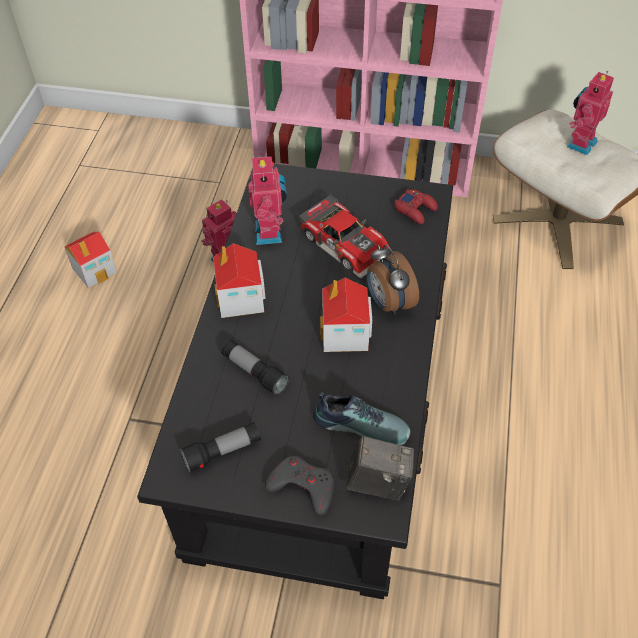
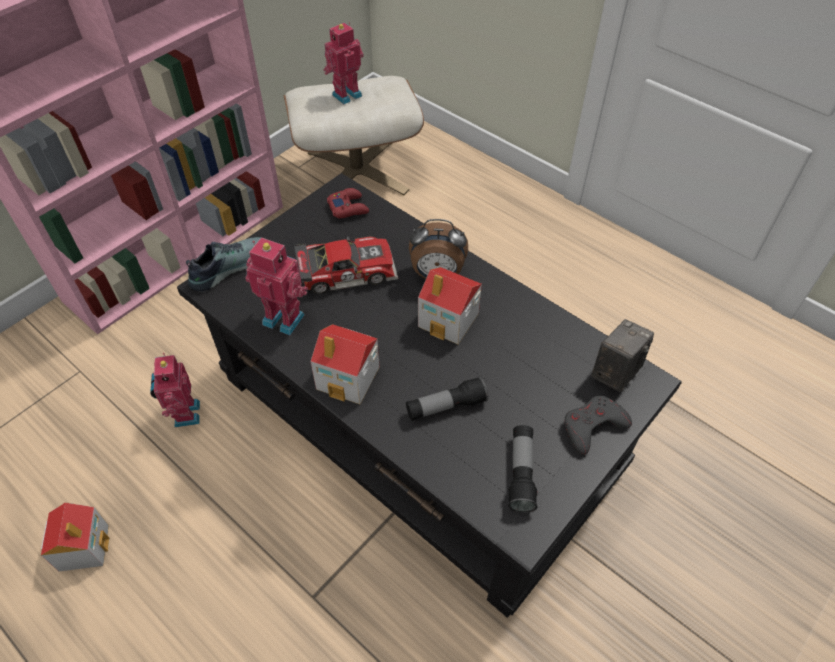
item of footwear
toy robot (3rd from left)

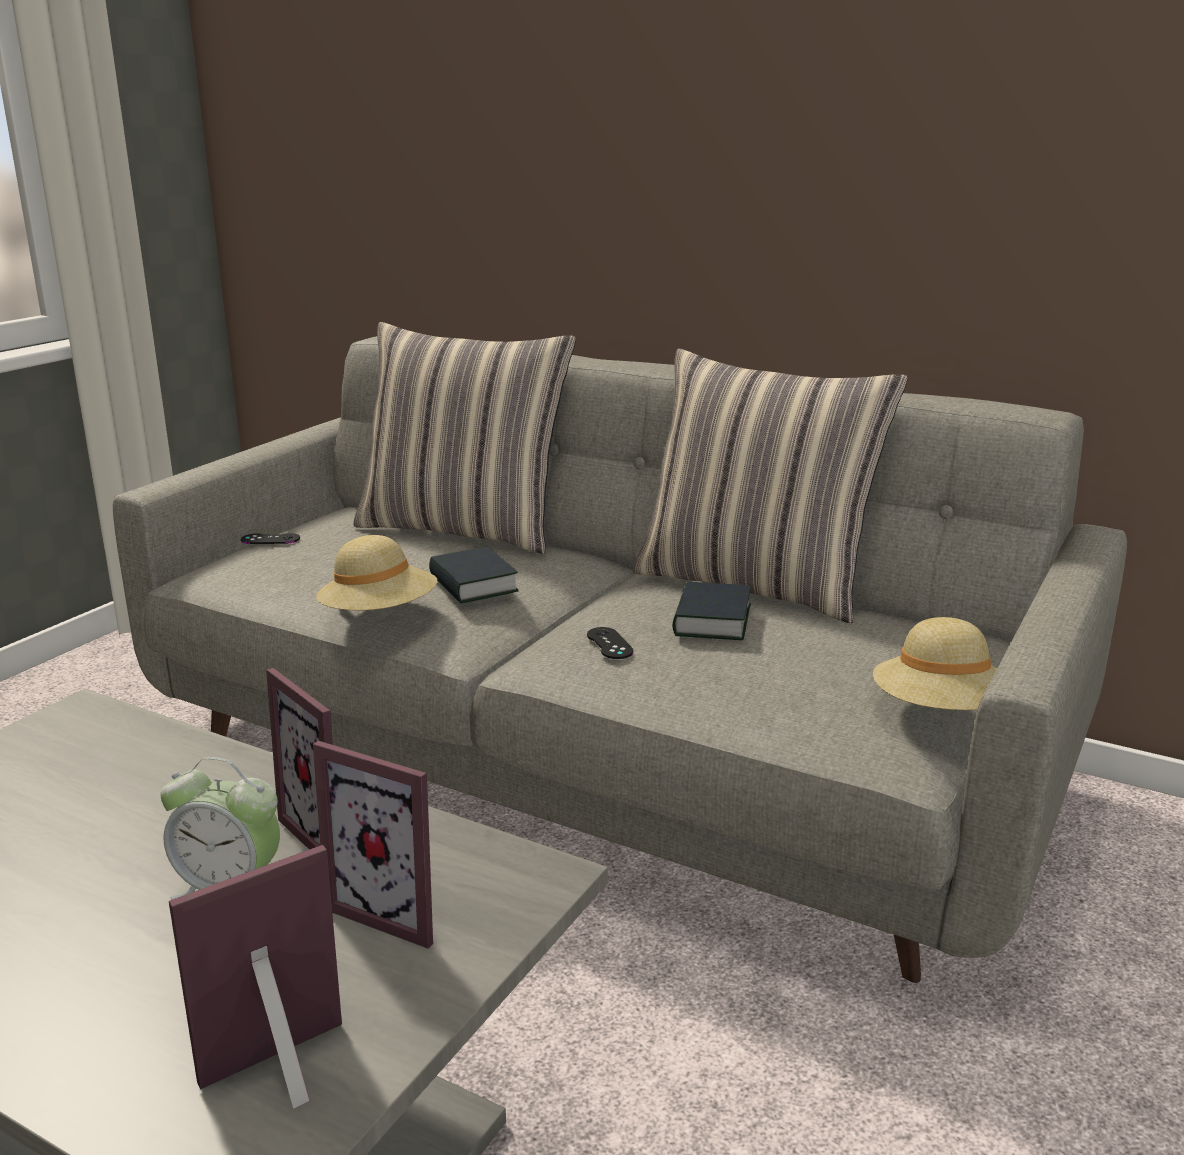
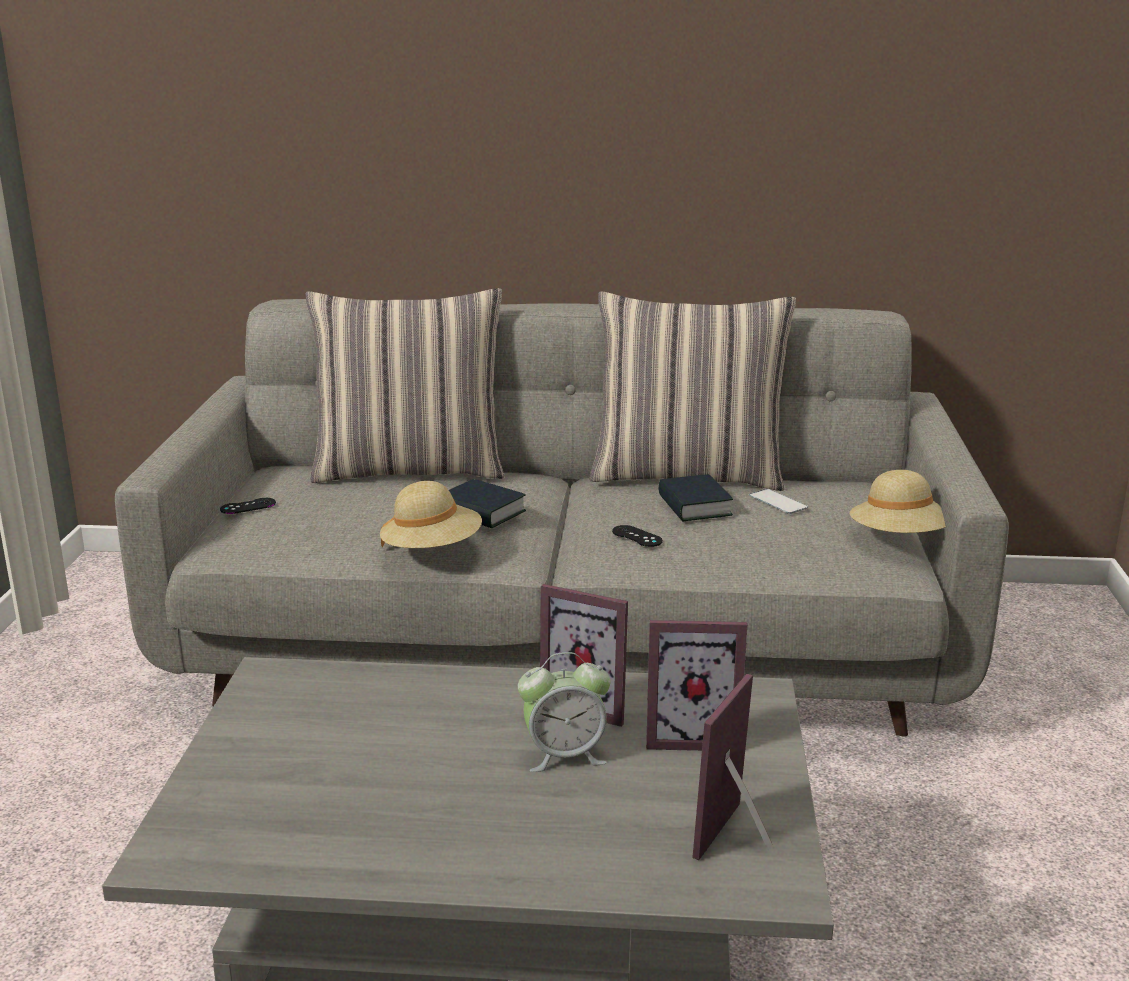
phone

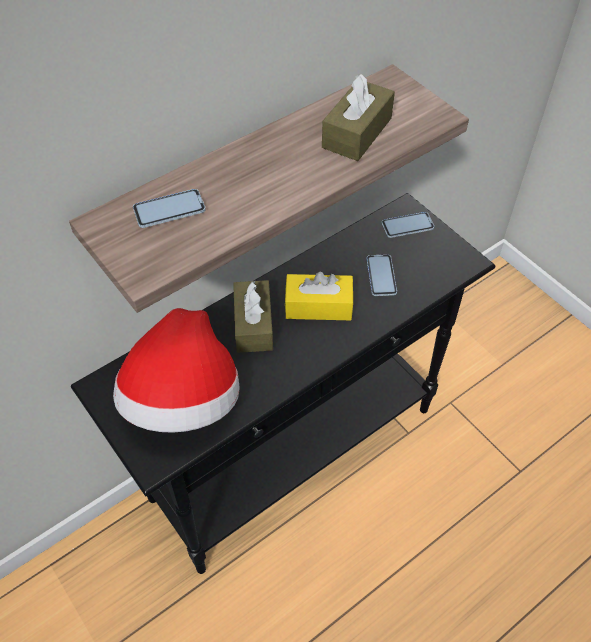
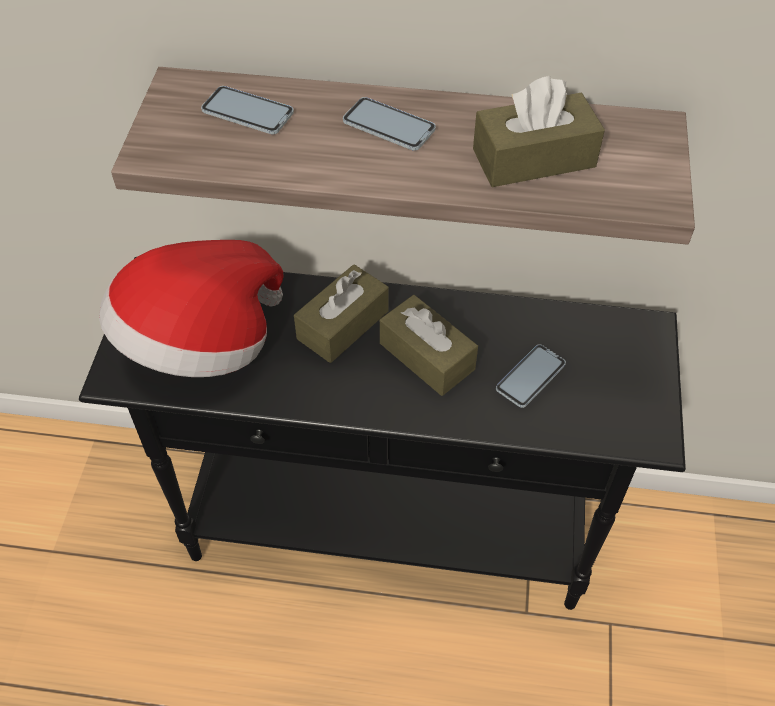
phone (2nd from left)
brown tissue holder (2nd from left)

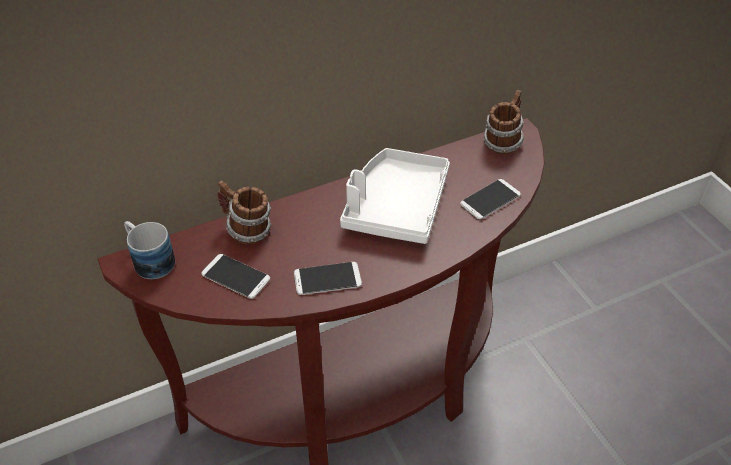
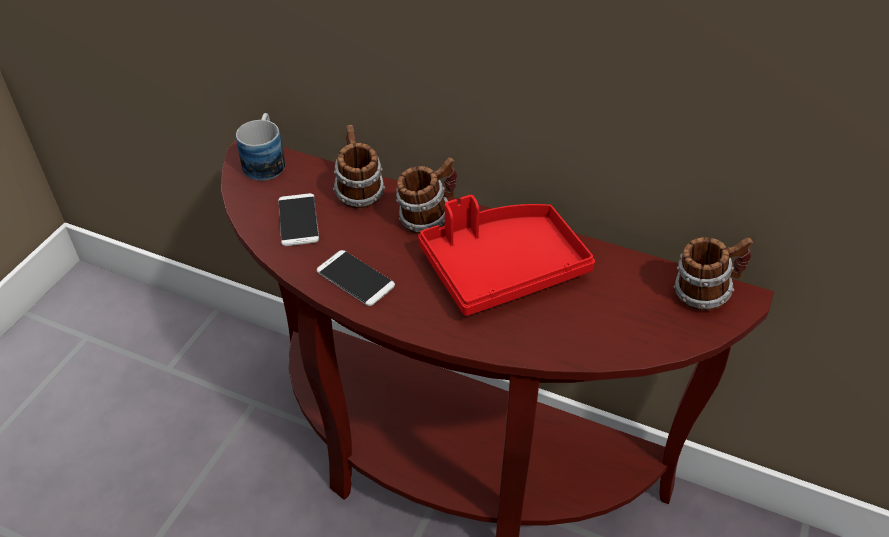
tea mug (3rd from left)
reddish serving tray
phone (3rd from left in the first image)

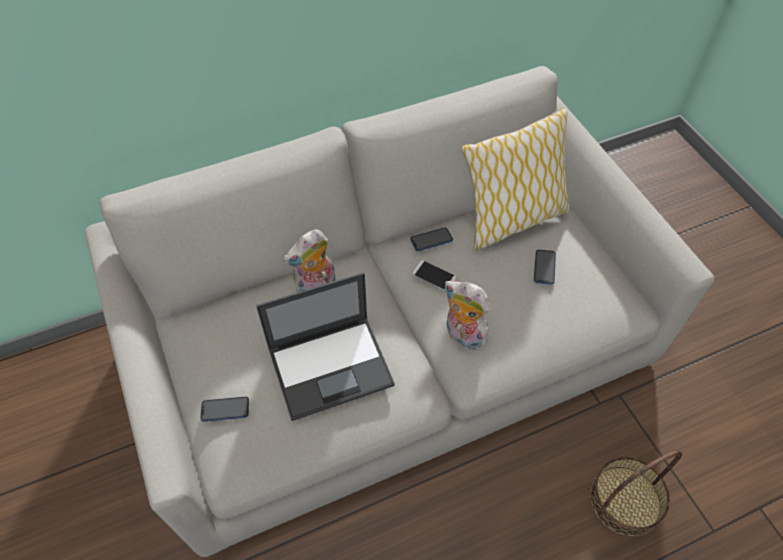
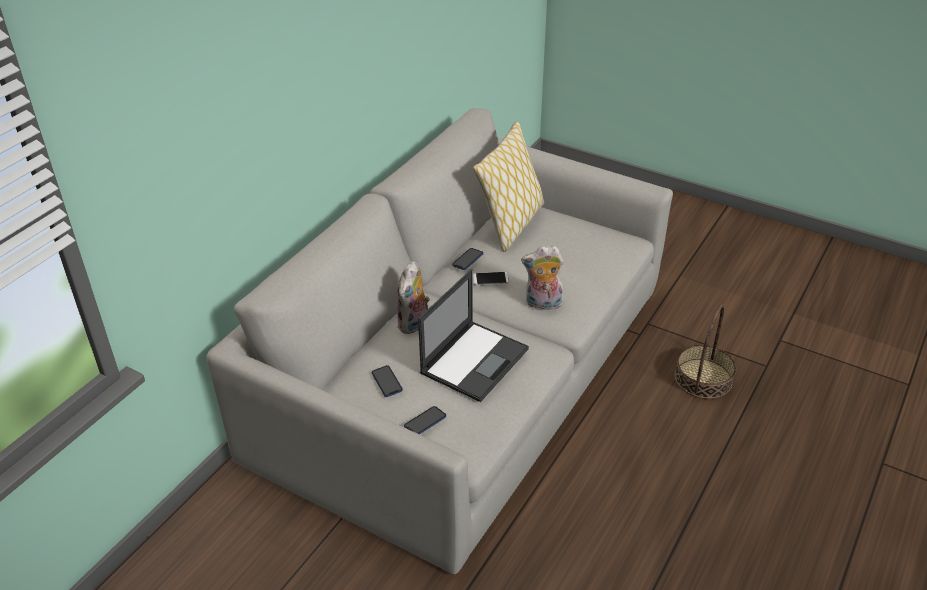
phone (1st from left)

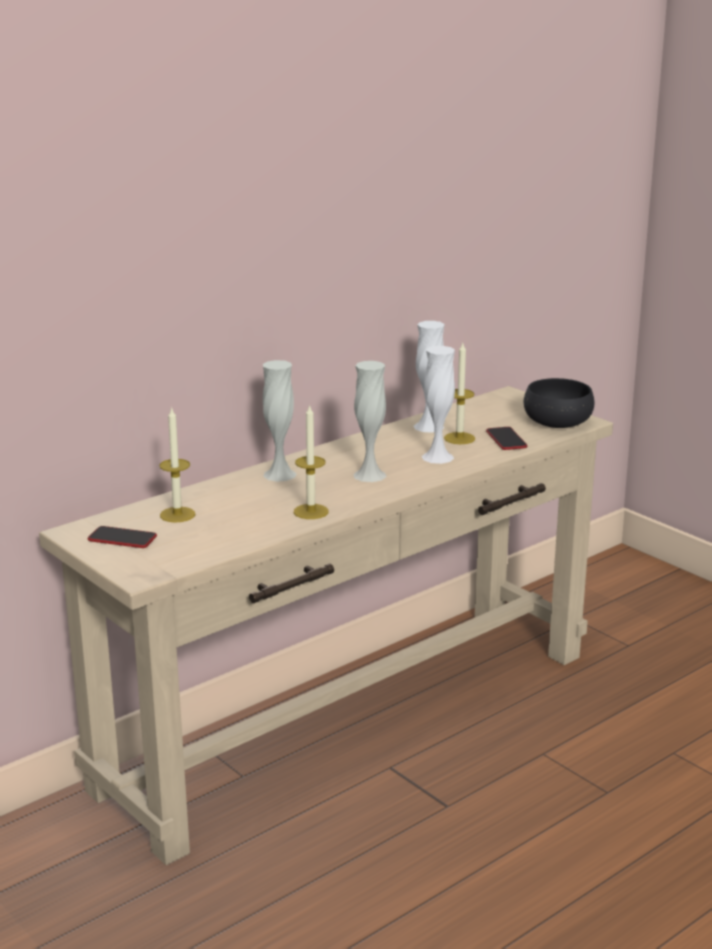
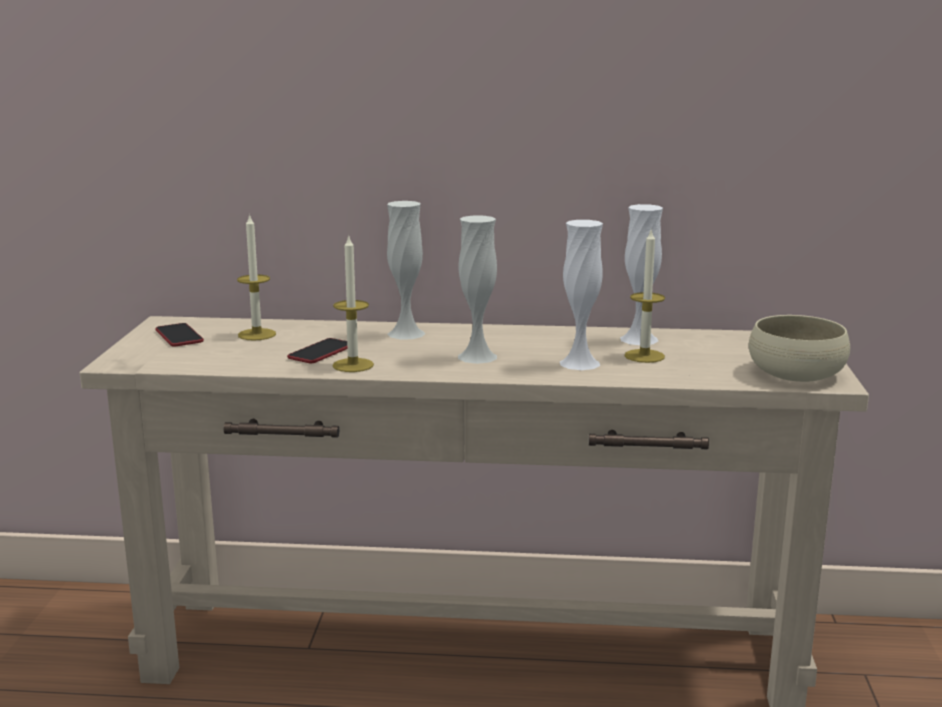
phone (2nd from left)
sand-coloured deep dish

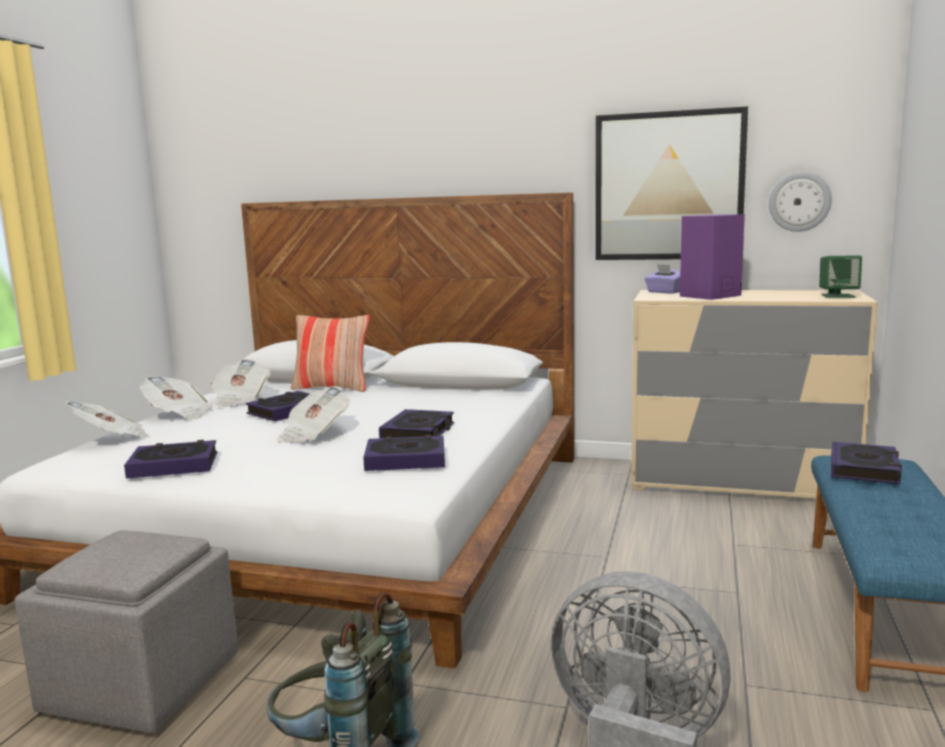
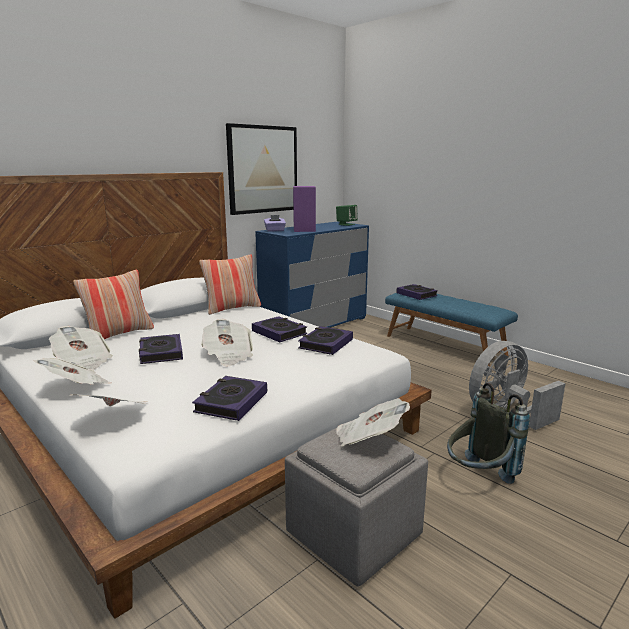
cushion (2nd from left)
bluish dresser
printed paper (5th from left)
wall clock

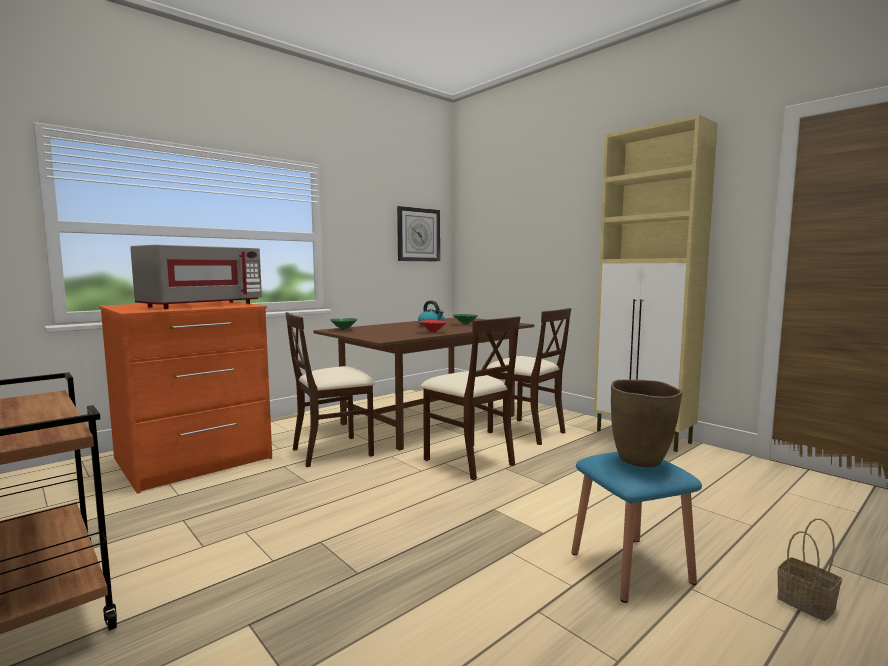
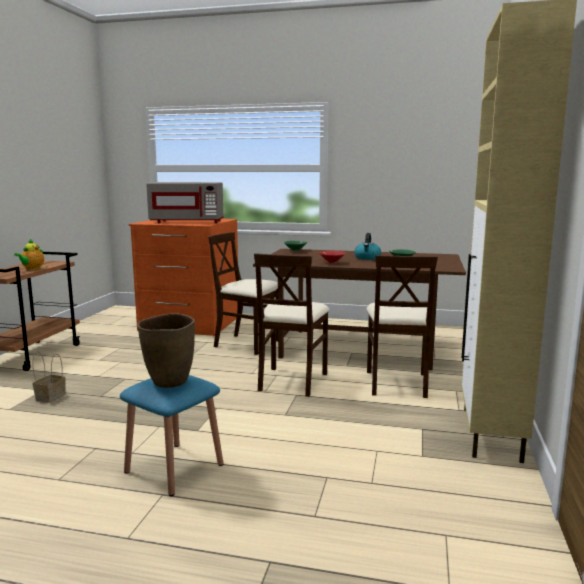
pot for tea
household basket
wall clock

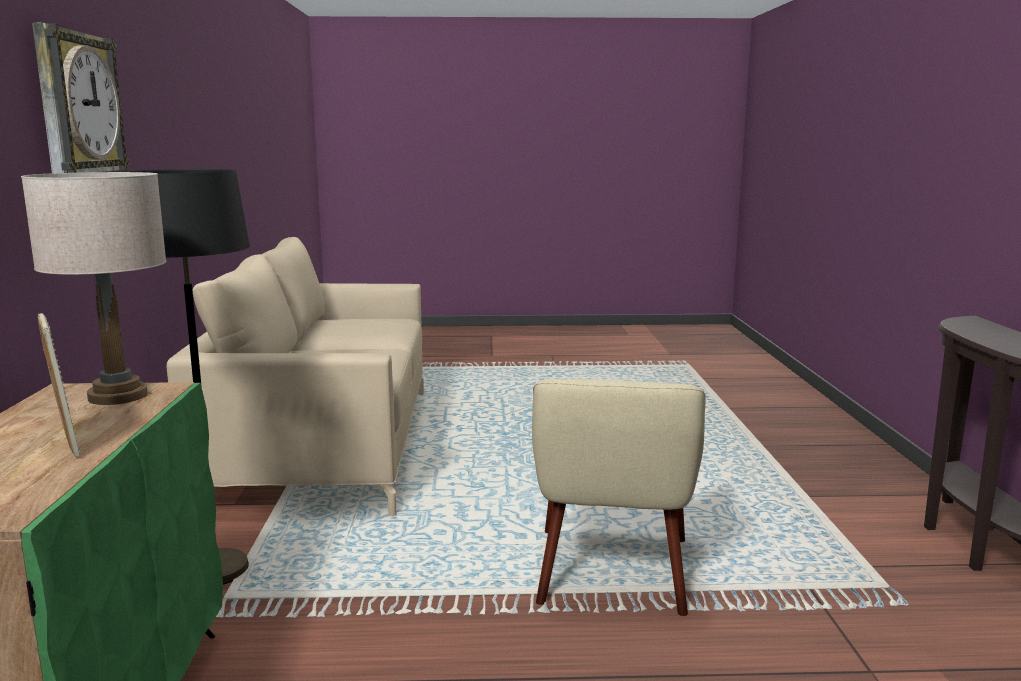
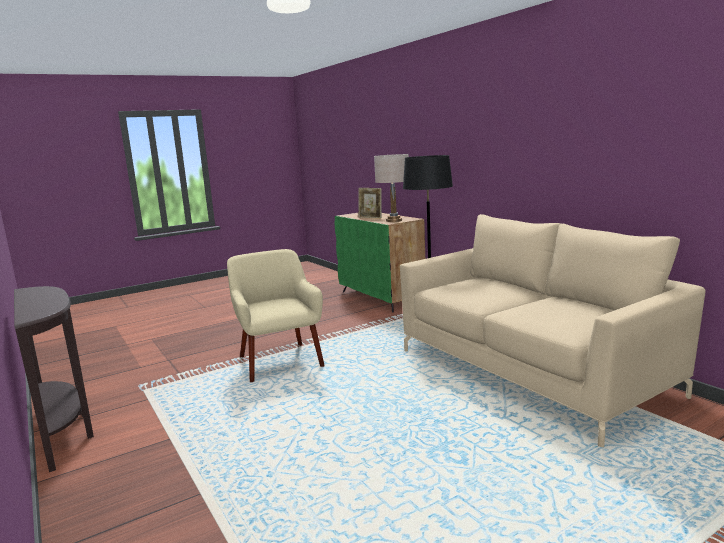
wall clock

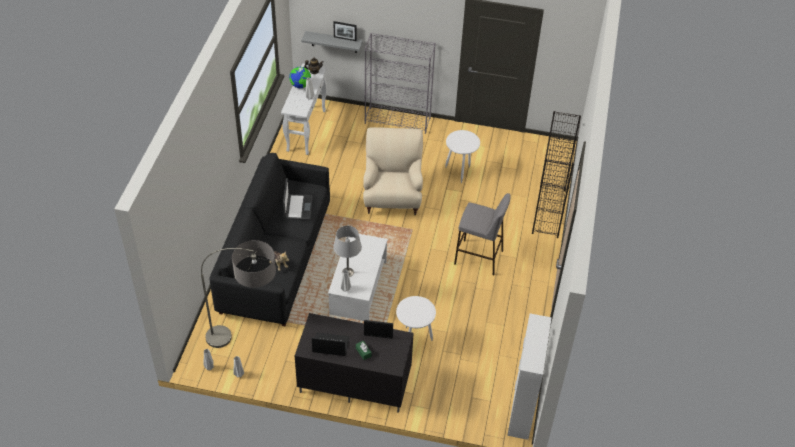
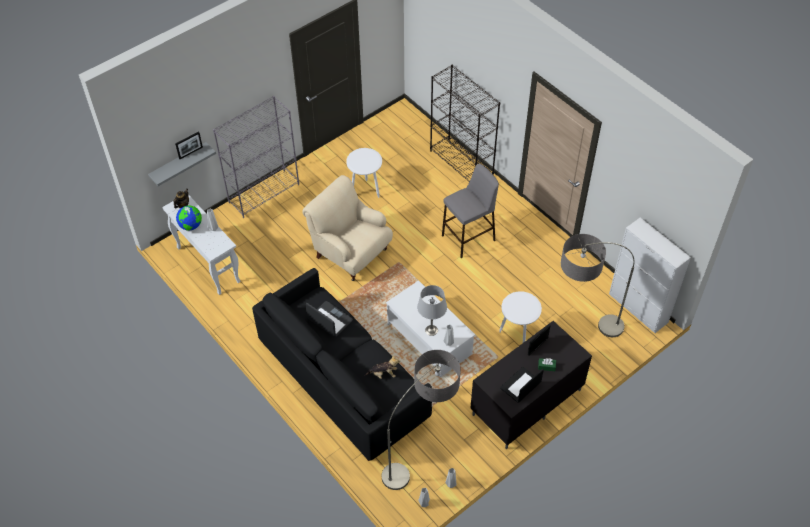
standing lamp (2nd from left)

